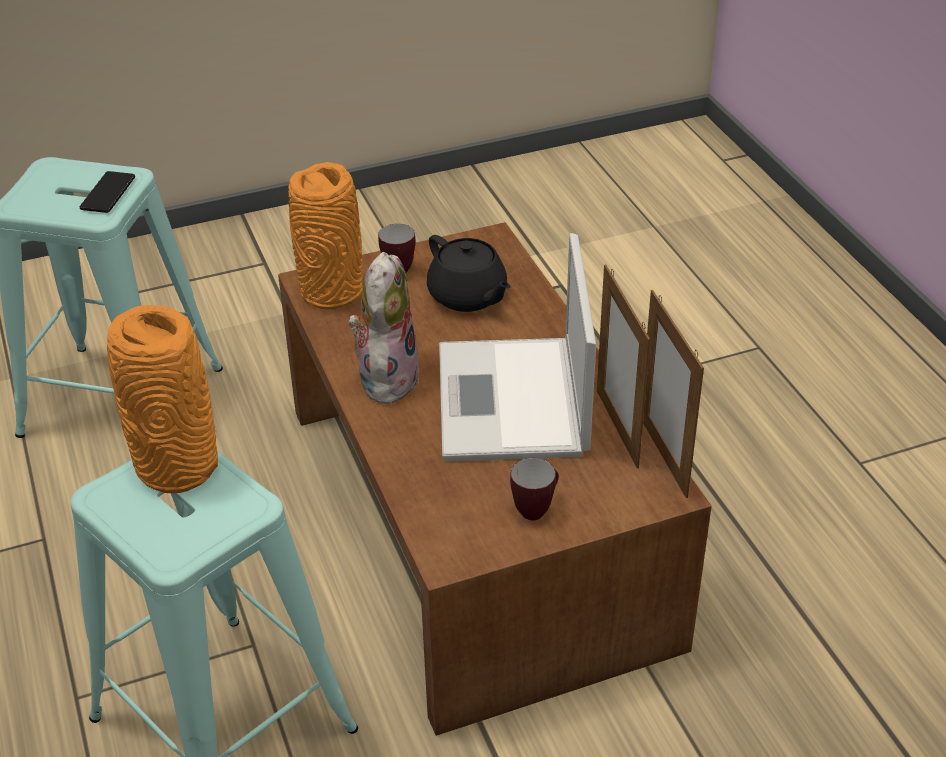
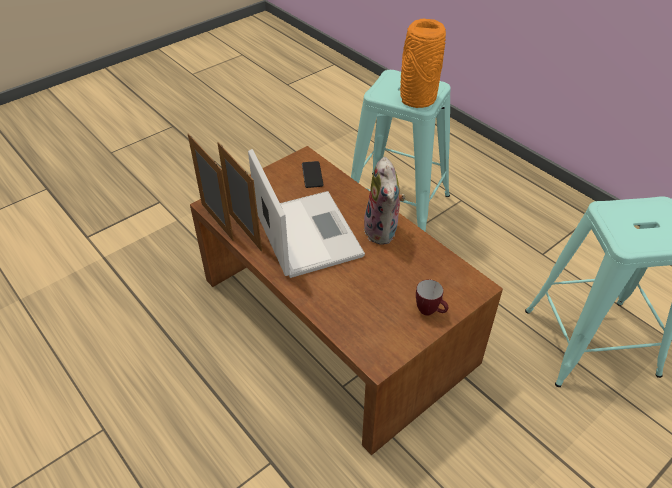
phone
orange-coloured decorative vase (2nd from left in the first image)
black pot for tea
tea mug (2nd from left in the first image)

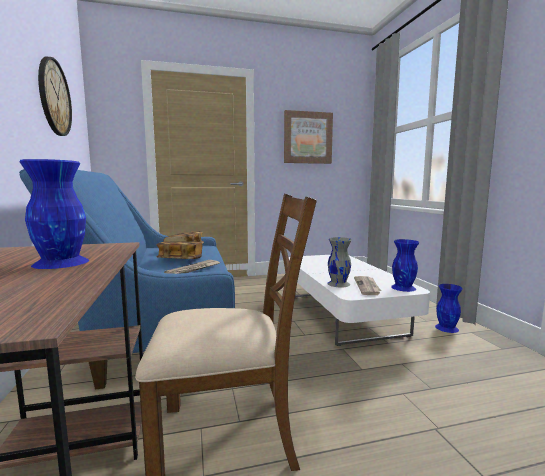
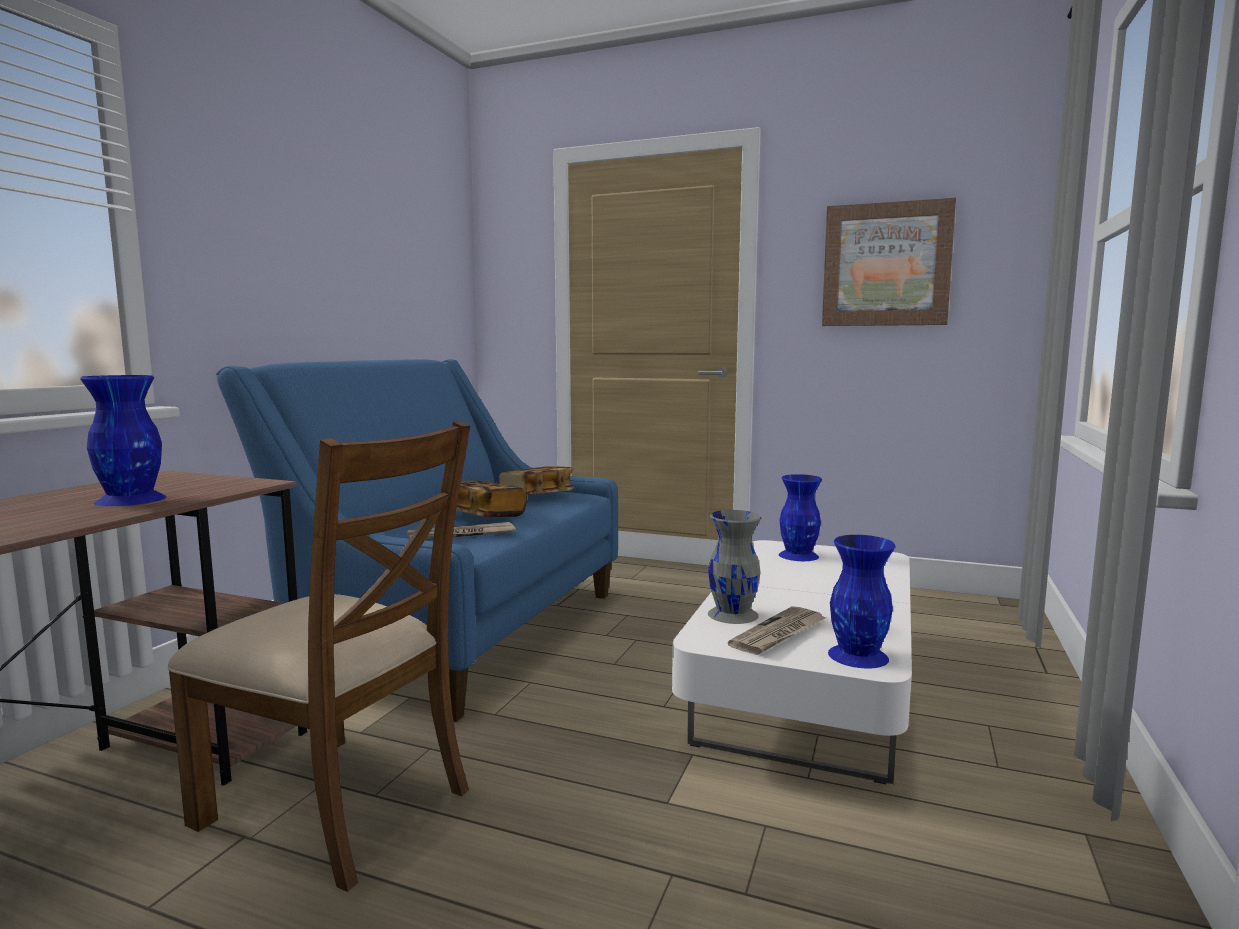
bluish decorative vase (2nd from left)
wall clock

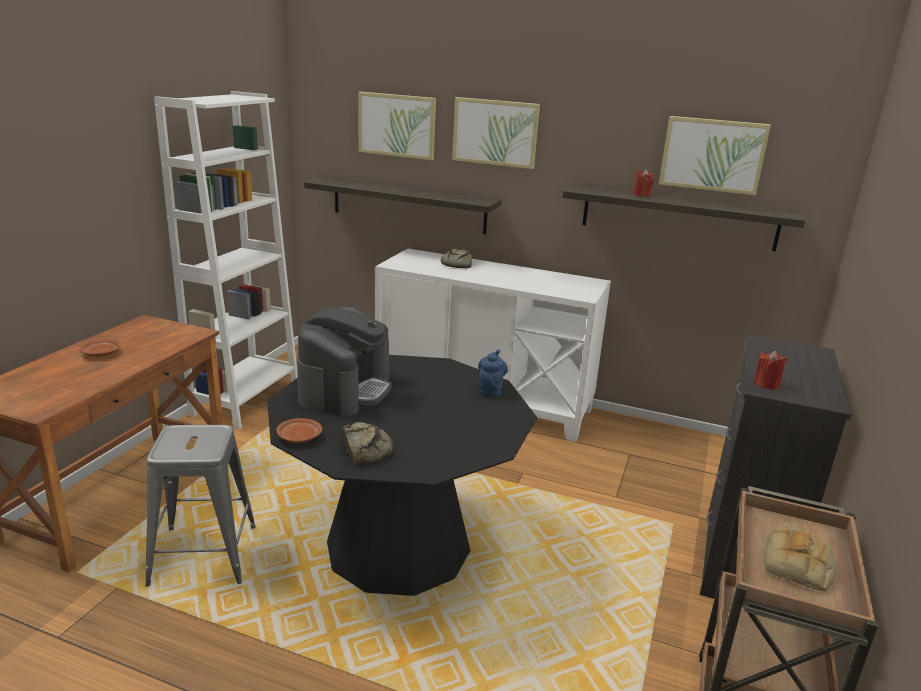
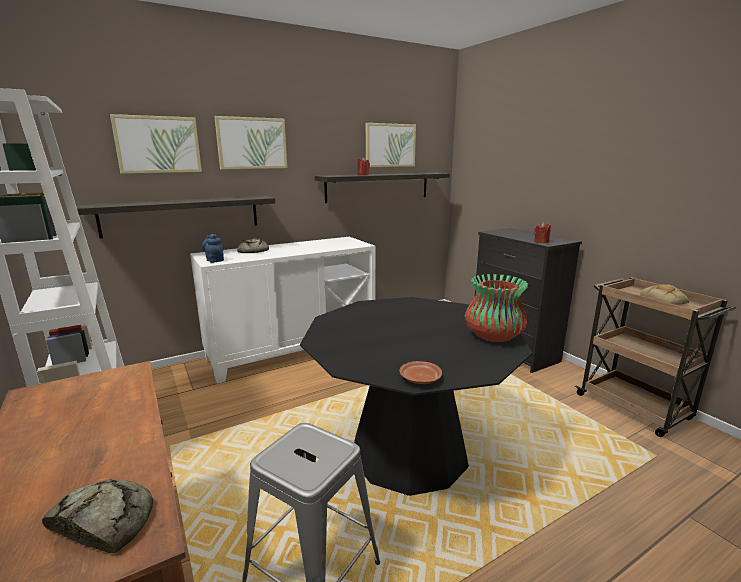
baked bread (1st from left)
bluish pot for tea
decorative vase
brown plate (1st from left in the first image)
coffee machine

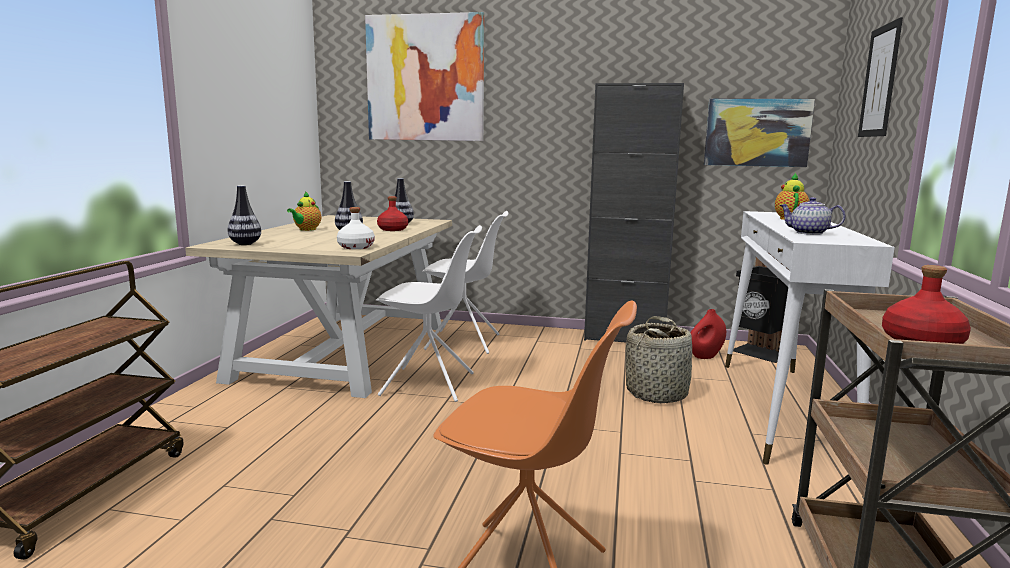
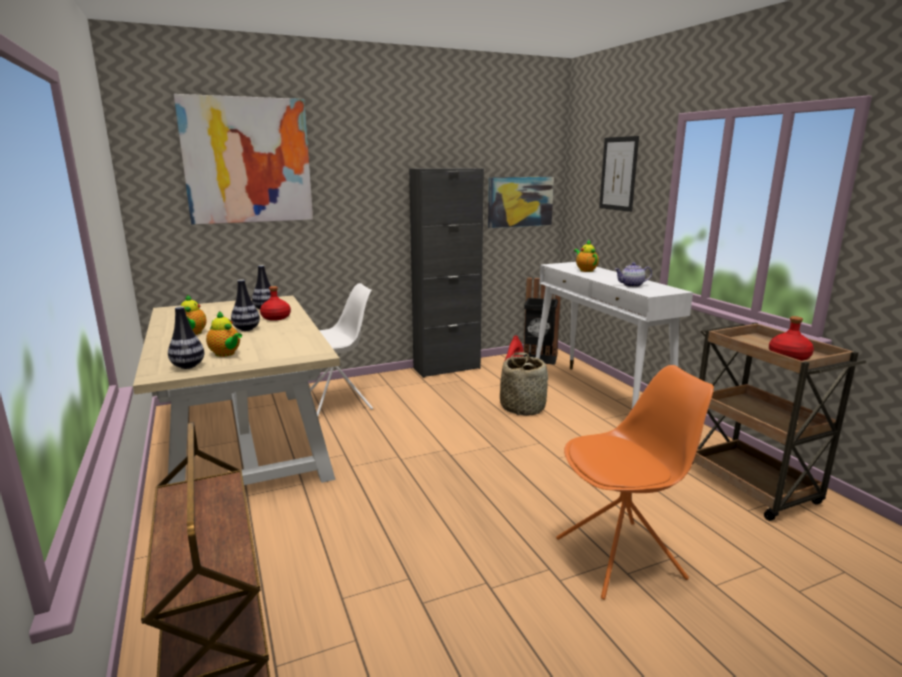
pot for tea (2nd from left)
white beverage bottle
white plain chair (1st from left in the first image)

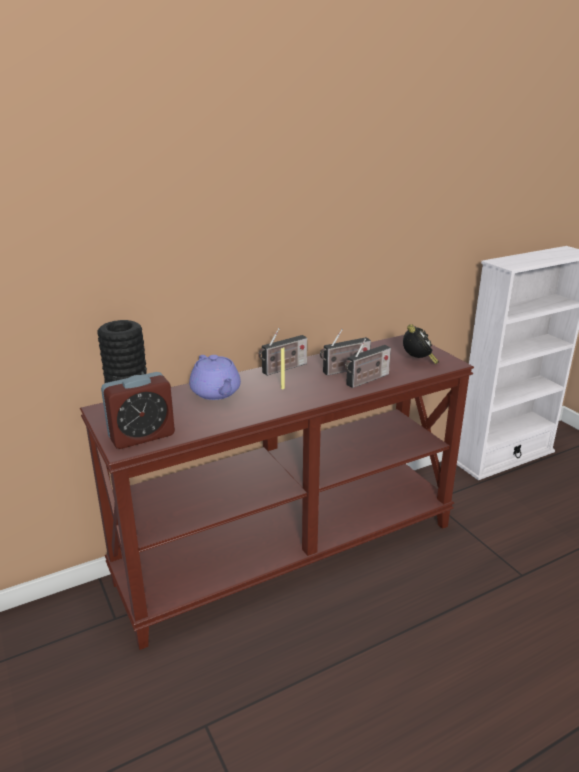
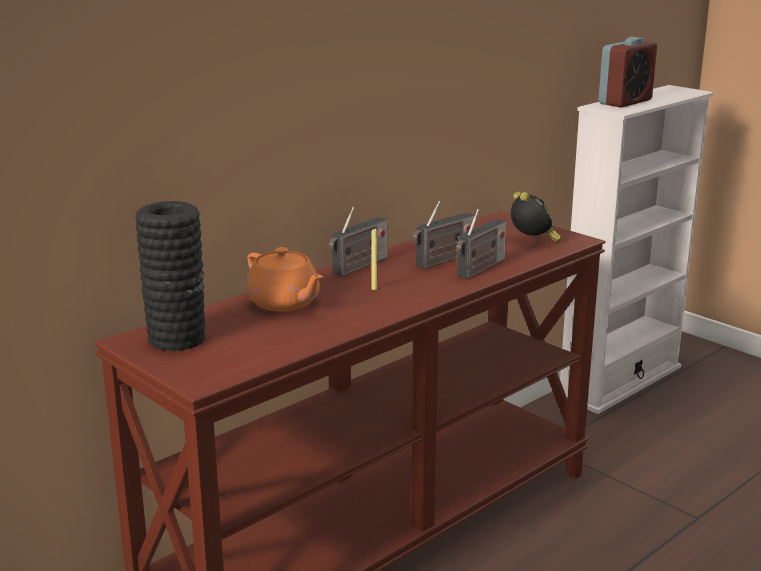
orange-coloured pot for tea
alarm clock (2nd from left)

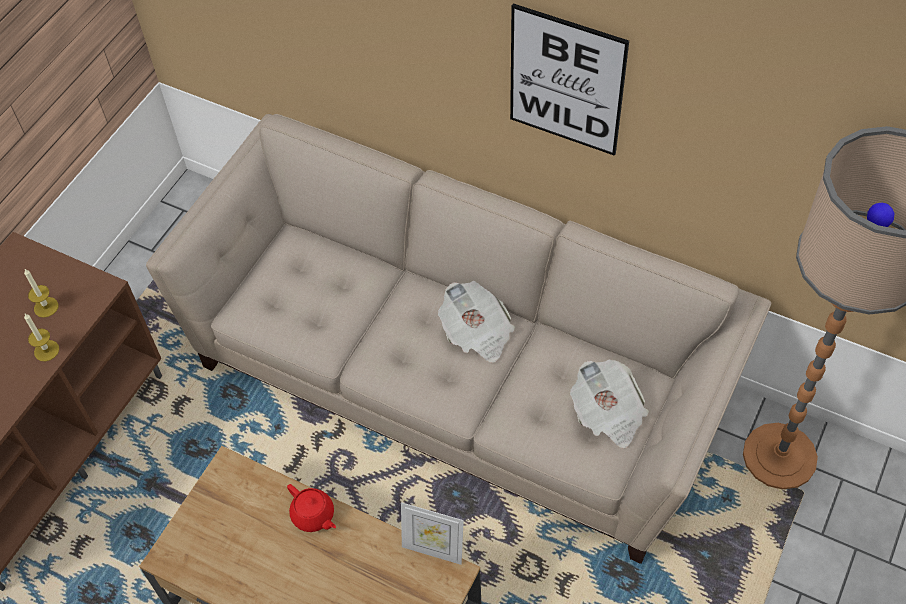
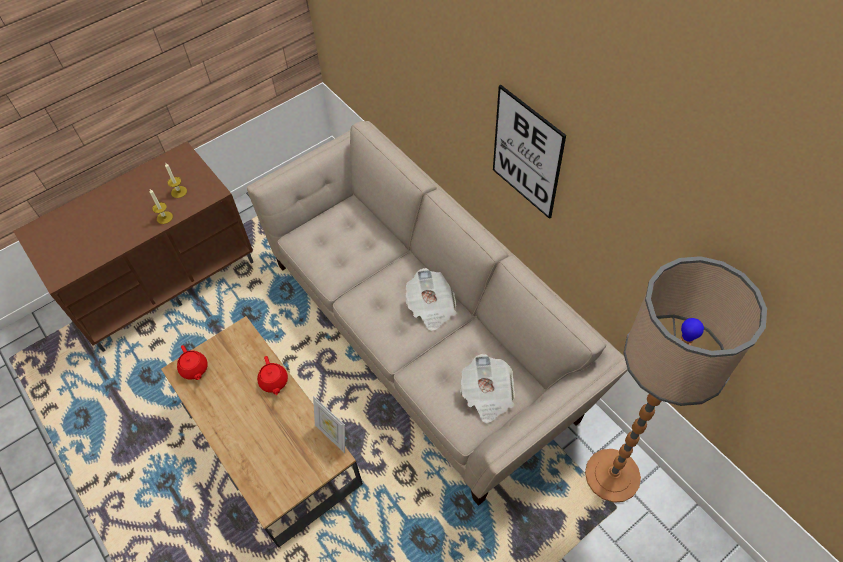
reddish pot for tea (1st from left)

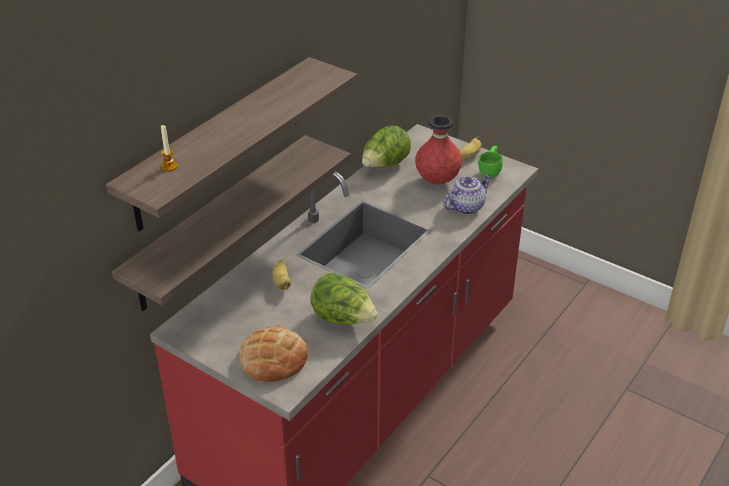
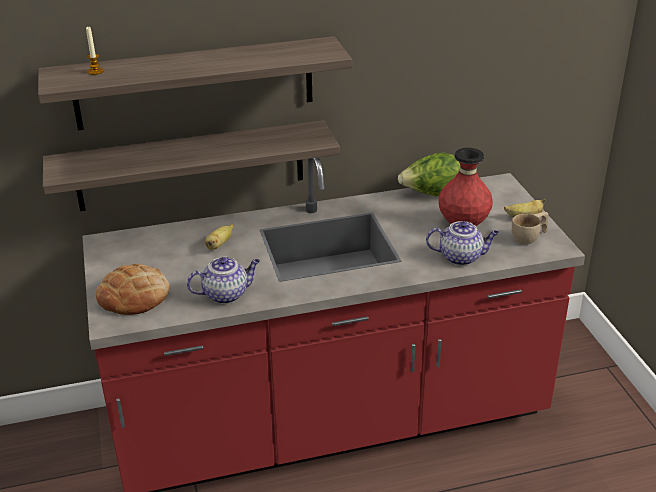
pot for tea (1st from left)
sand-coloured cup

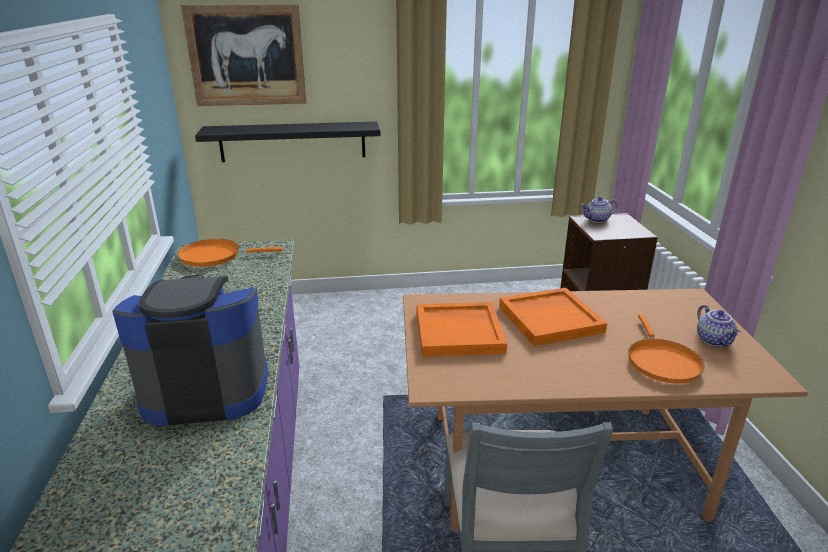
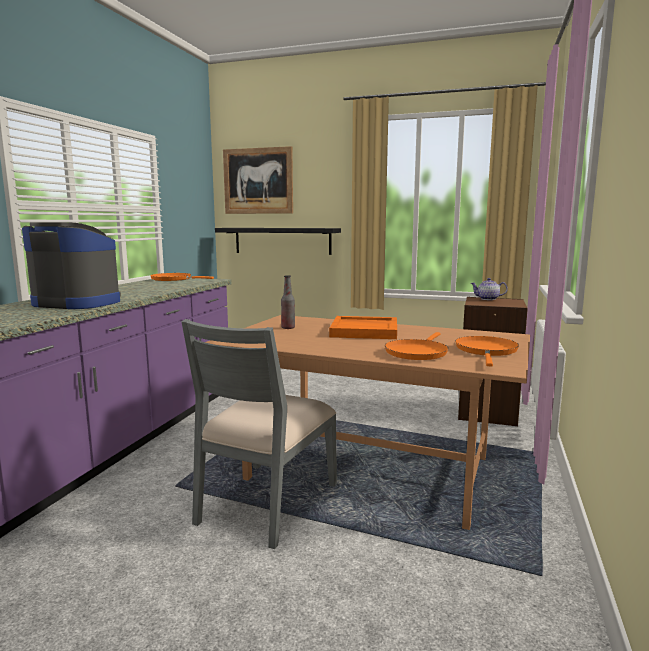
beverage bottle
orange-coloured pan (3rd from left)

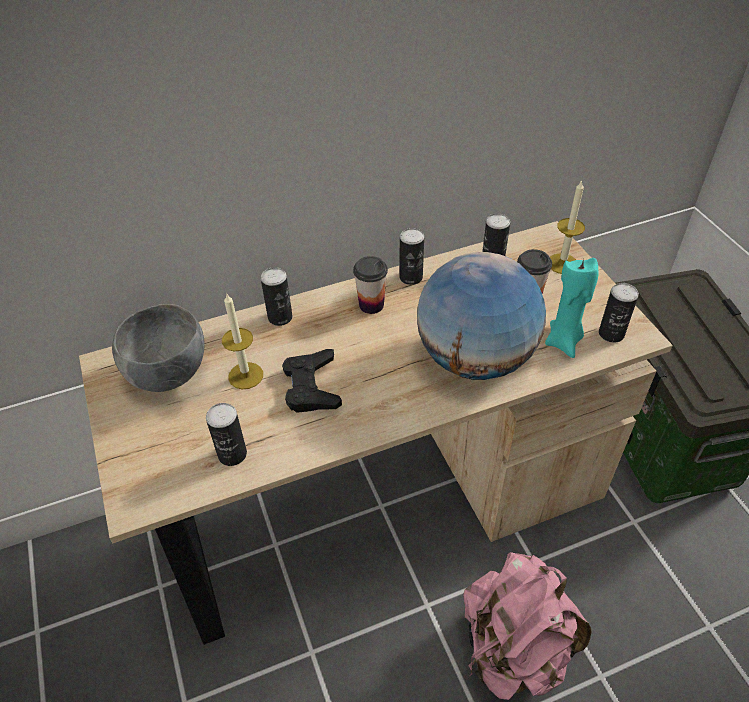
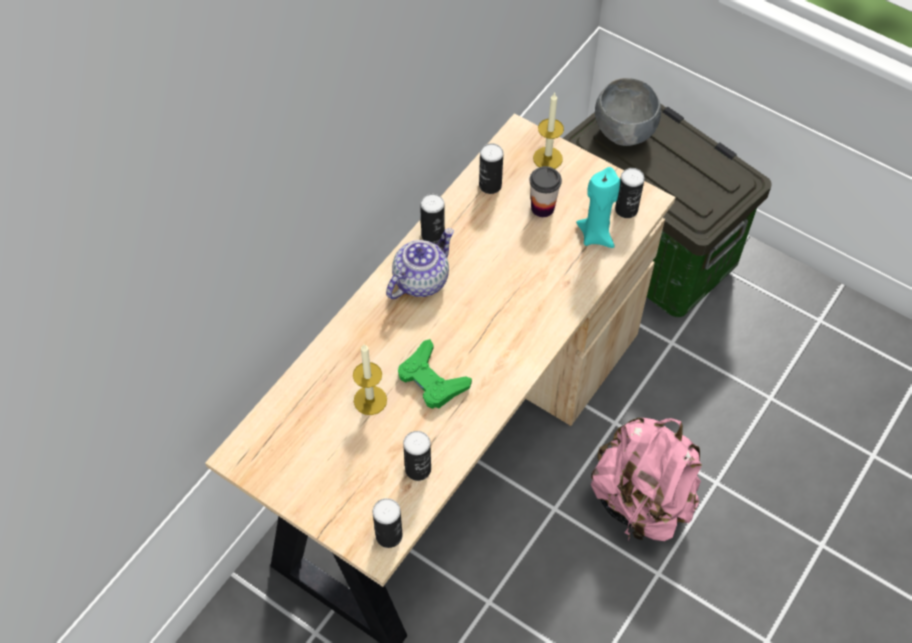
sealed can (1st from left)
pot for tea
green gamepad
greyish deep dish
world globe

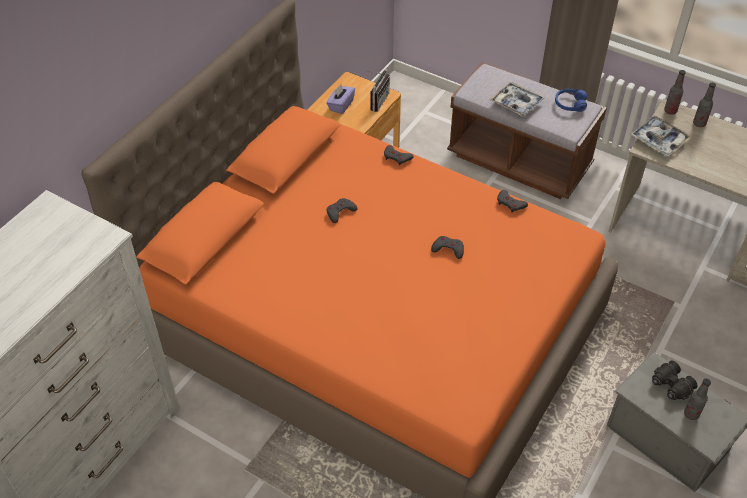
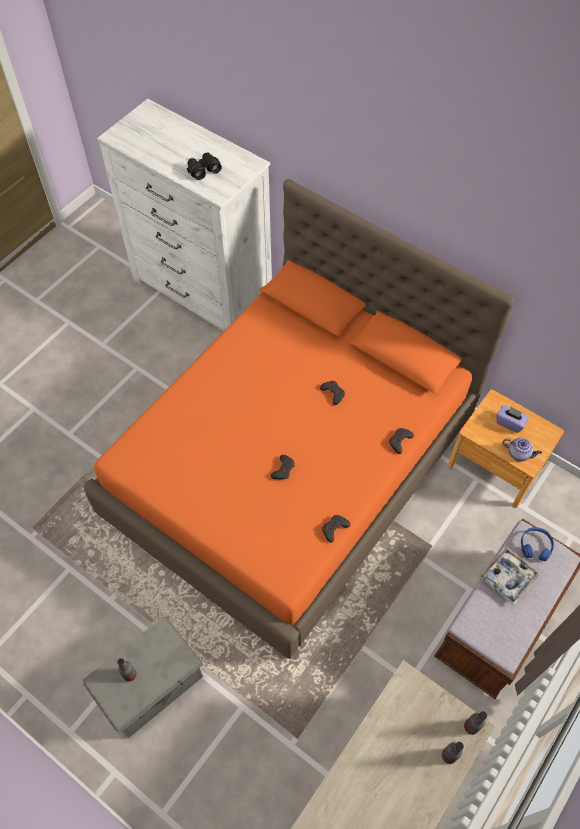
black pair of binoculars
pot for tea
bluish headset
serving tray (2nd from left in the first image)

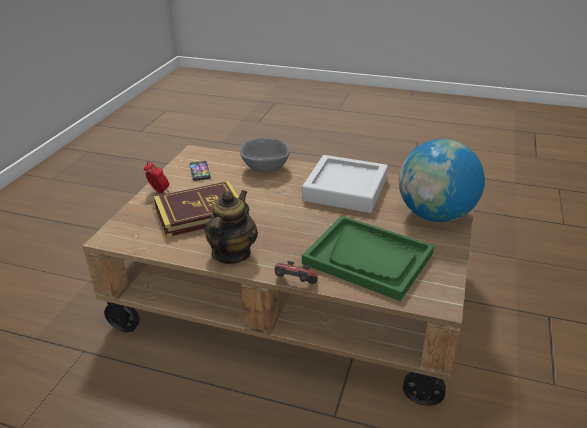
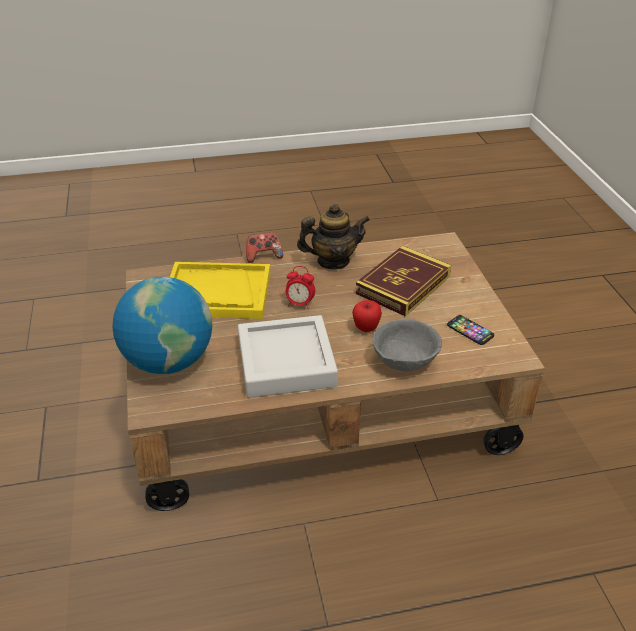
yellow-coloured serving tray
alarm clock
pot for tea
apple

